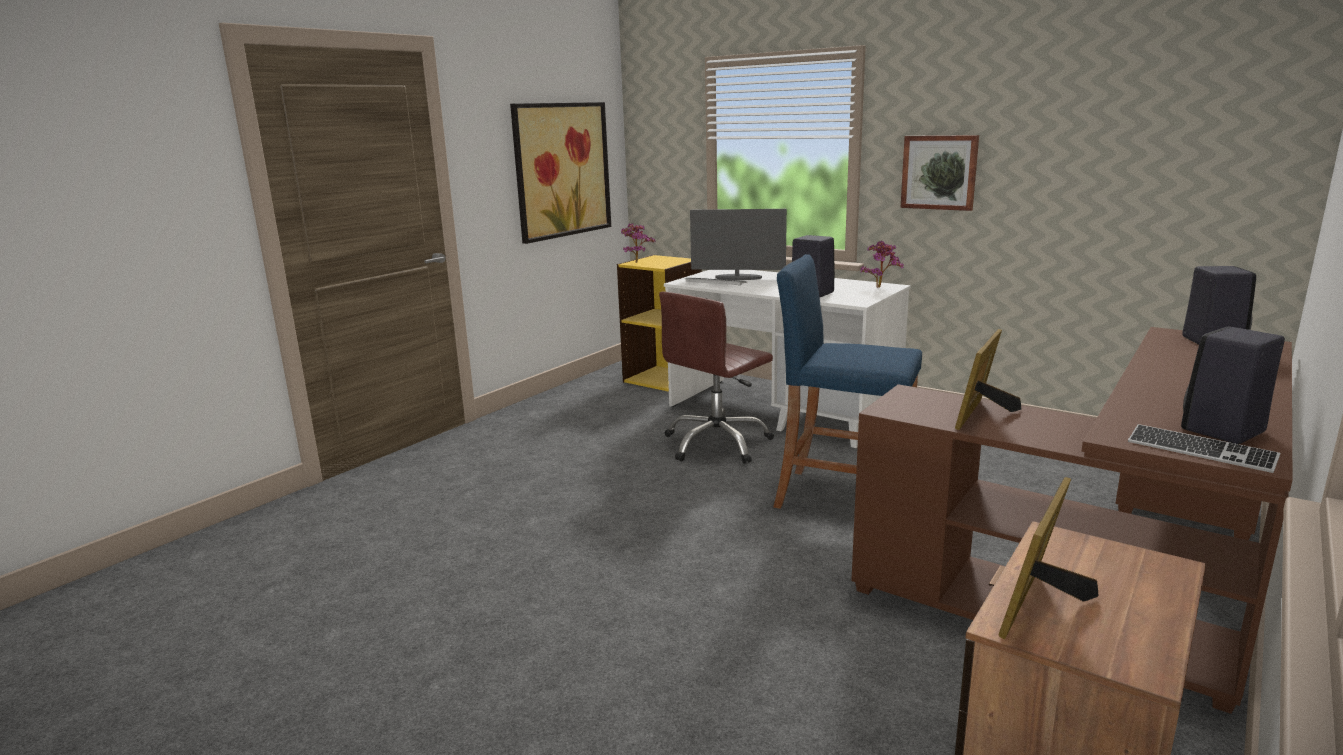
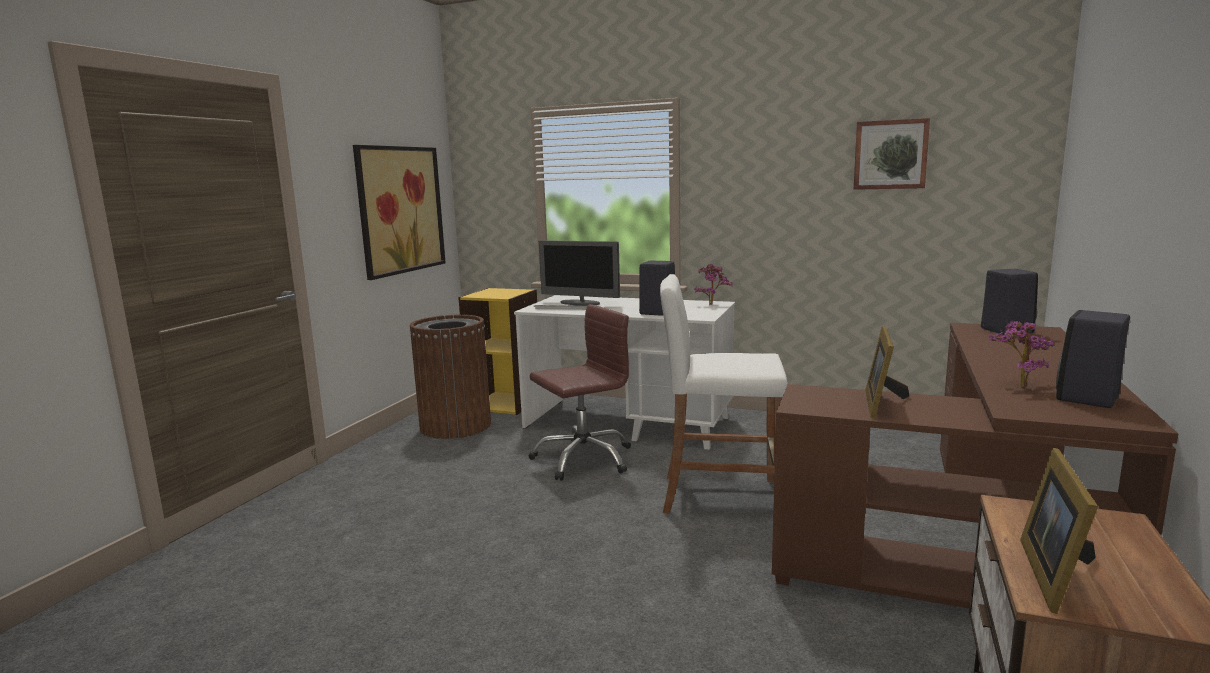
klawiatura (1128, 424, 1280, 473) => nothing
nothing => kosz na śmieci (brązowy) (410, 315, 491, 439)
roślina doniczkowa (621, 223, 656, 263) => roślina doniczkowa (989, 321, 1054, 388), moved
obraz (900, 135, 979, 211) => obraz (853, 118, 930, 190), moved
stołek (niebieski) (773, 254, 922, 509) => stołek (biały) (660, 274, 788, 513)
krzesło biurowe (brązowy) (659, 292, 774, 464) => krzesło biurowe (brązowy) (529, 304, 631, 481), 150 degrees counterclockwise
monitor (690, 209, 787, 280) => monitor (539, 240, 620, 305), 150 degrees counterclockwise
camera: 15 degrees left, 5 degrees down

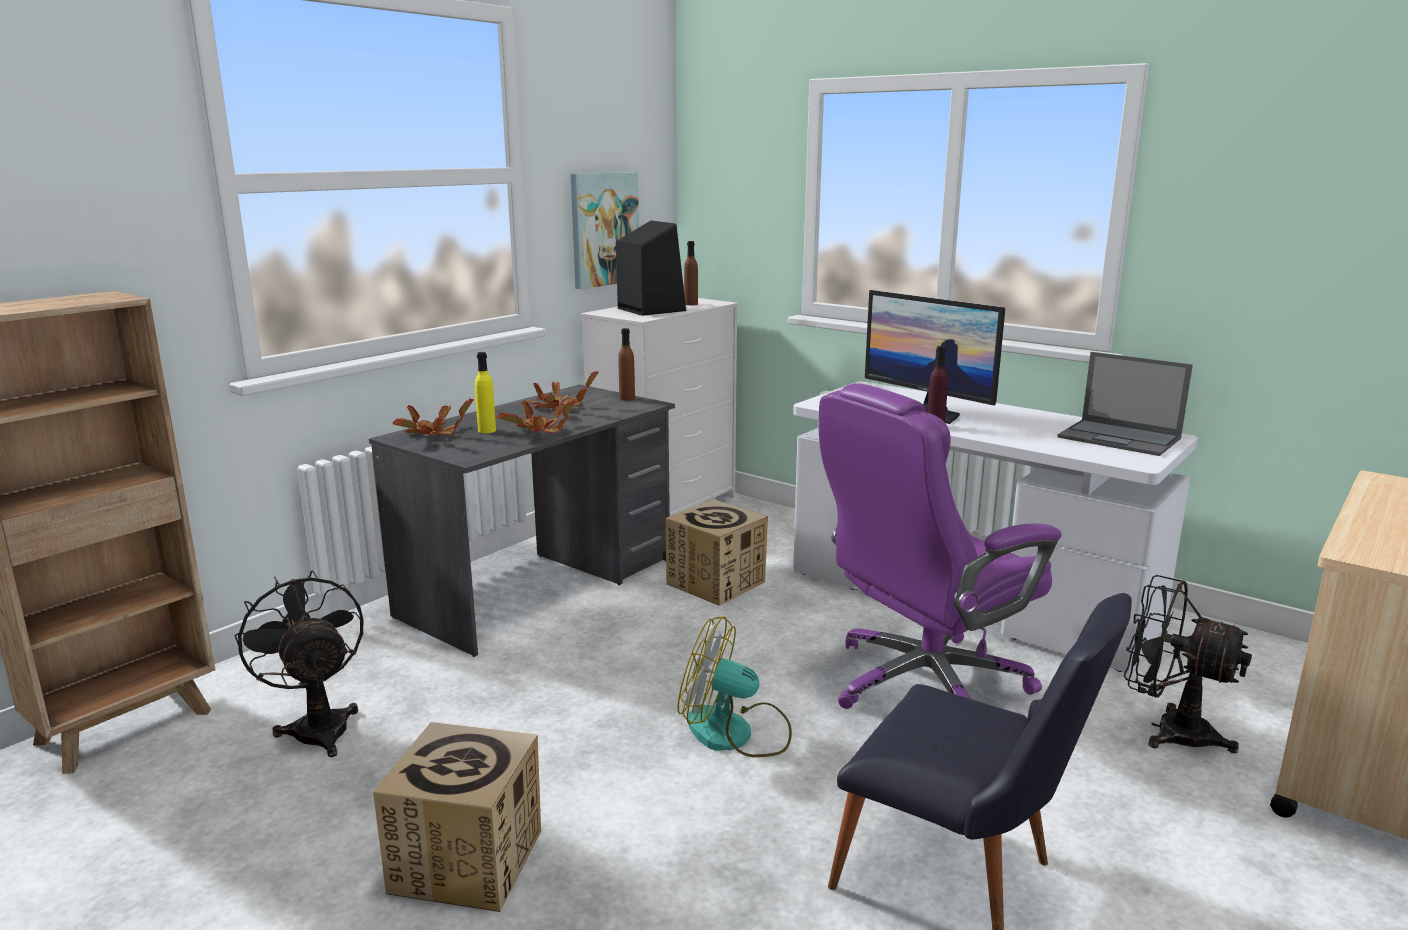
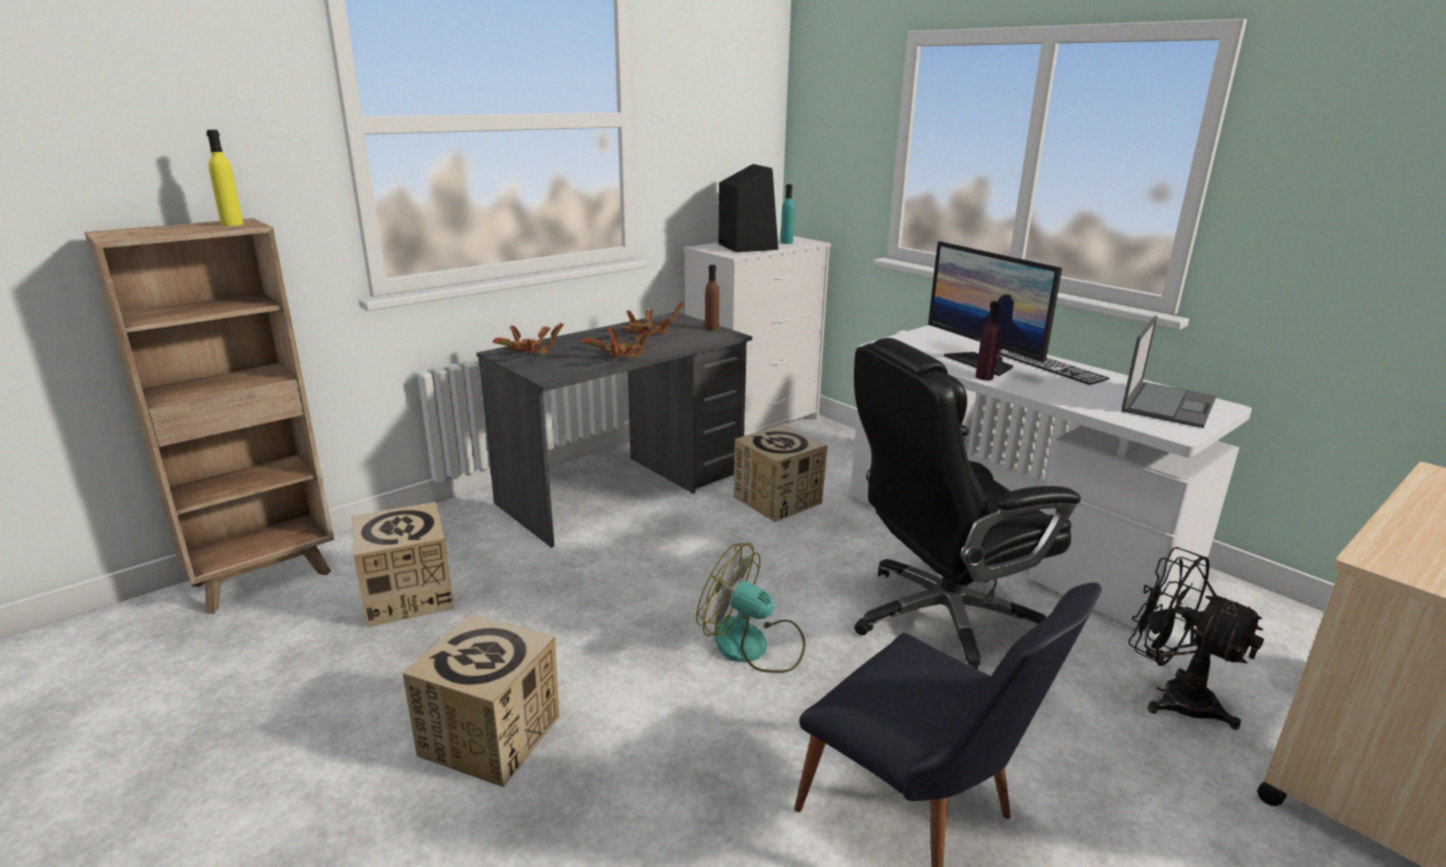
obraz (571, 172, 639, 289) => nothing
nothing => klawiatura (1000, 349, 1110, 385)
butelka (żółty) (475, 352, 496, 433) => butelka (żółty) (206, 130, 244, 226), moved
wentylator (czarny) (235, 570, 364, 757) => karton (352, 502, 454, 627)
butelka (brązowy) (684, 241, 698, 305) => butelka (turkusowy) (780, 184, 795, 244)
krzesło biurowe (fioletowy) (819, 383, 1062, 709) => krzesło biurowe (czarny) (854, 338, 1081, 670)
laptop (1057, 352, 1193, 456) => laptop (1121, 316, 1216, 428), 105 degrees counterclockwise
camera: 10 degrees right, 5 degrees up

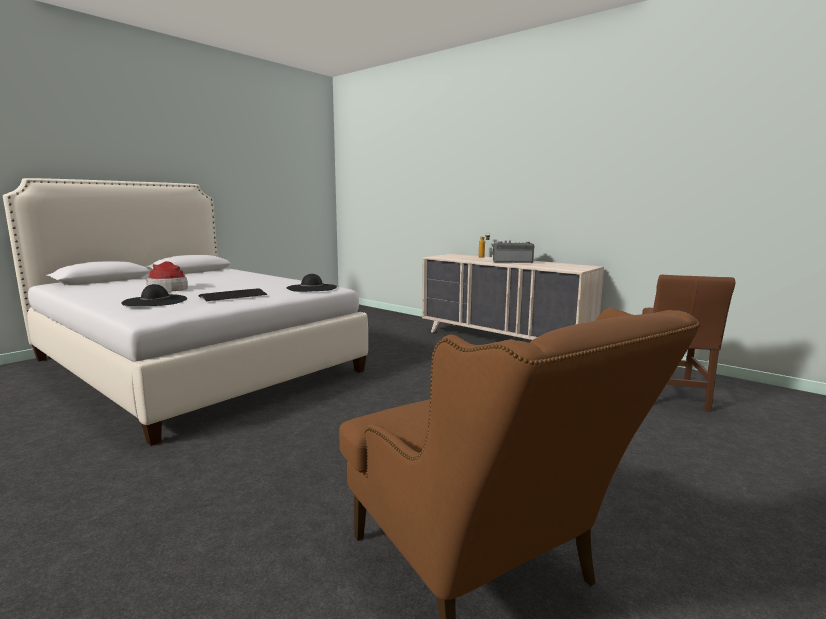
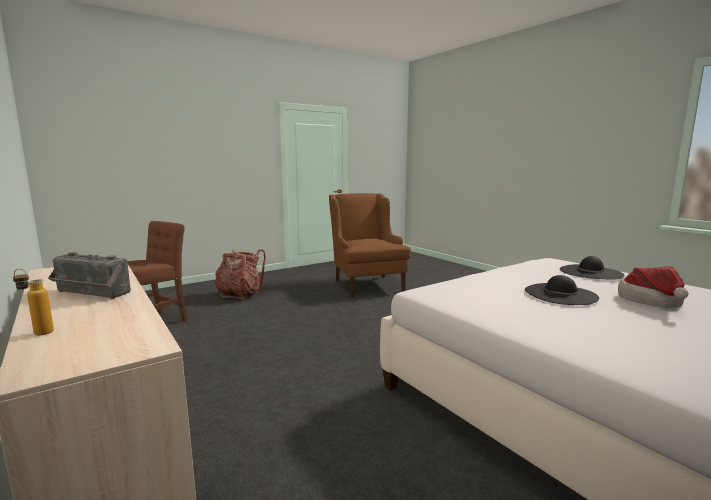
klawiatura (199, 288, 267, 301) => nothing
nothing => plecak (215, 249, 265, 299)
kapelusz (czarny) (287, 274, 337, 292) => kapelusz (czarny) (525, 275, 599, 305), moved
camera: 165 degrees left, 0 degrees up

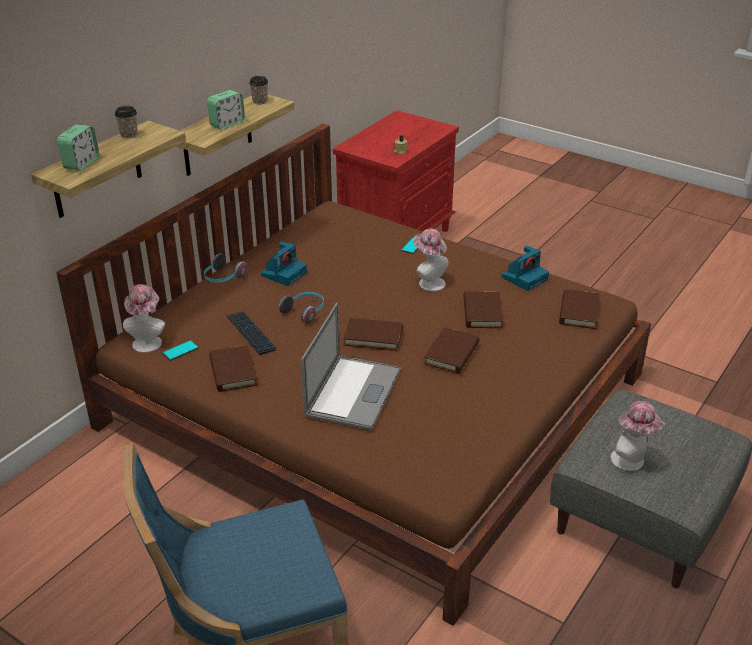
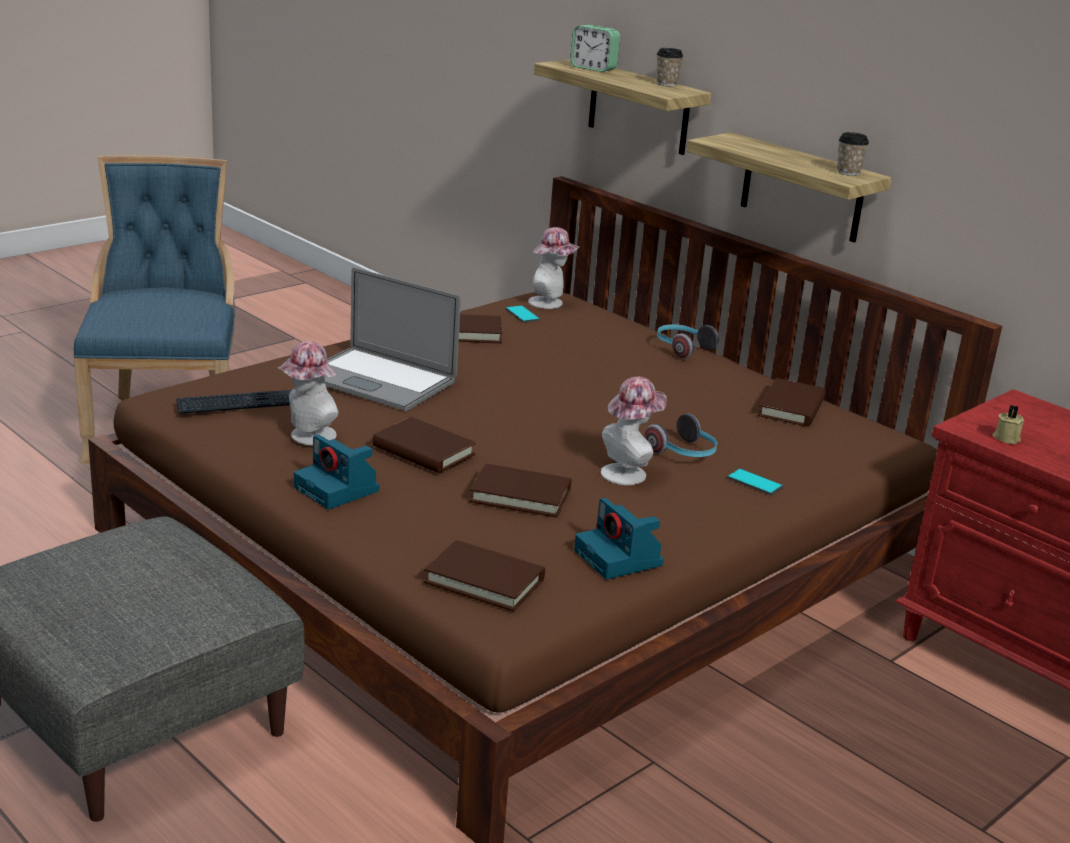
budzik (207, 90, 245, 130) => nothing
klawiatura (227, 311, 276, 355) => klawiatura (176, 390, 291, 414), moved
aparat fotograficzny (261, 242, 307, 286) => aparat fotograficzny (294, 434, 379, 509), moved
słuchawki (279, 292, 324, 324) => słuchawki (645, 413, 717, 457), moved
książka (brązowy) (343, 318, 403, 351) => książka (brązowy) (758, 378, 826, 427), moved
kapelusz (610, 401, 665, 471) => kapelusz (277, 341, 338, 445), moved
camera: 100 degrees right, 10 degrees down

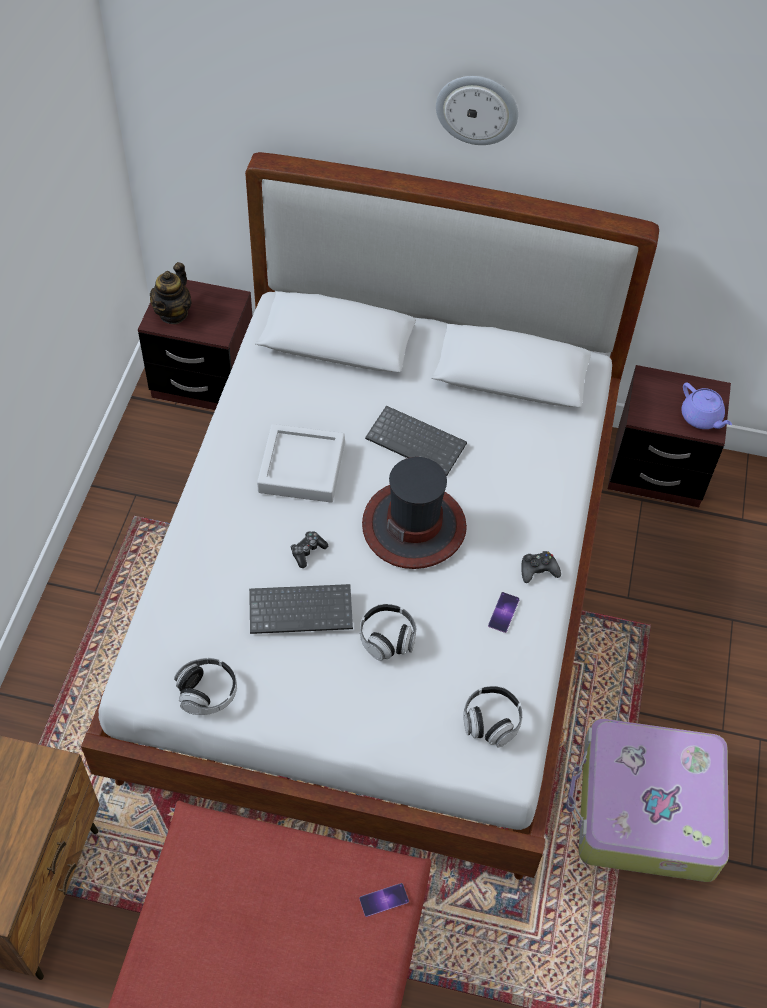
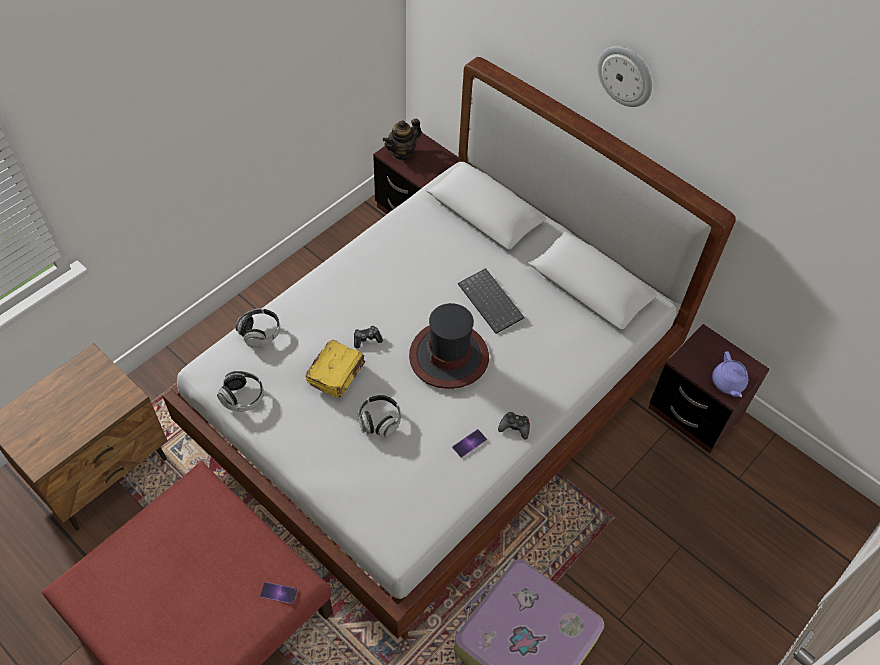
taca (szary) (257, 424, 345, 503) => nothing
słuchawki (463, 686, 523, 748) => słuchawki (235, 308, 280, 348), moved
klawiatura (249, 584, 353, 634) => książka (żółty) (305, 340, 365, 397)
camera: 30 degrees right, 0 degrees up

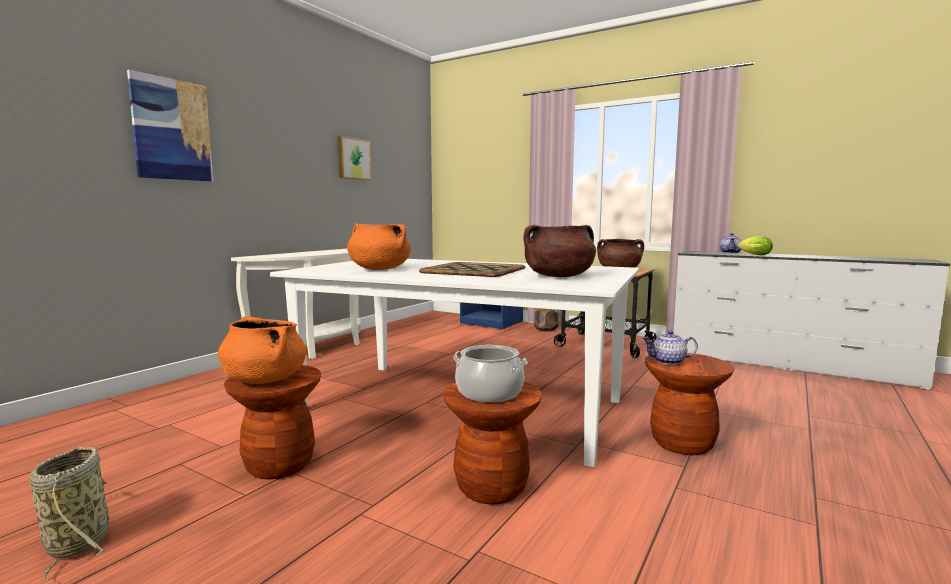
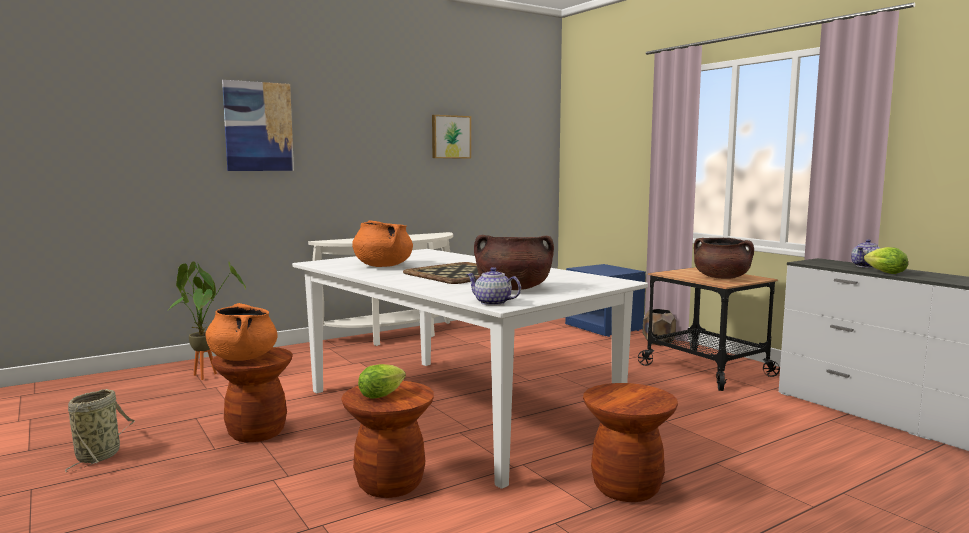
nothing => roślina doniczkowa (169, 261, 246, 380)
imbryk (643, 330, 698, 365) => imbryk (467, 267, 521, 306), moved
garnek (453, 345, 528, 402) => sałata (358, 364, 406, 399)
camera: 25 degrees right, 0 degrees up

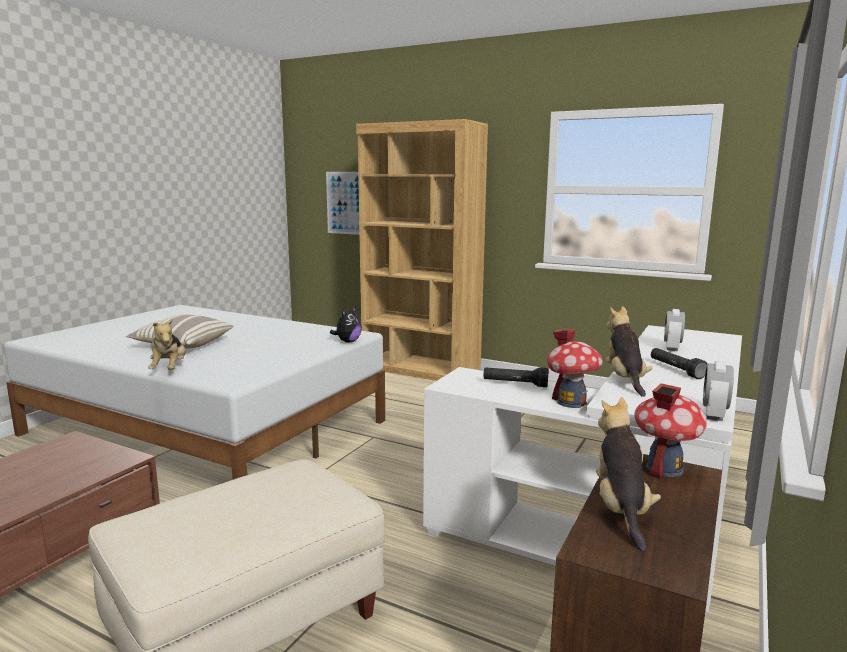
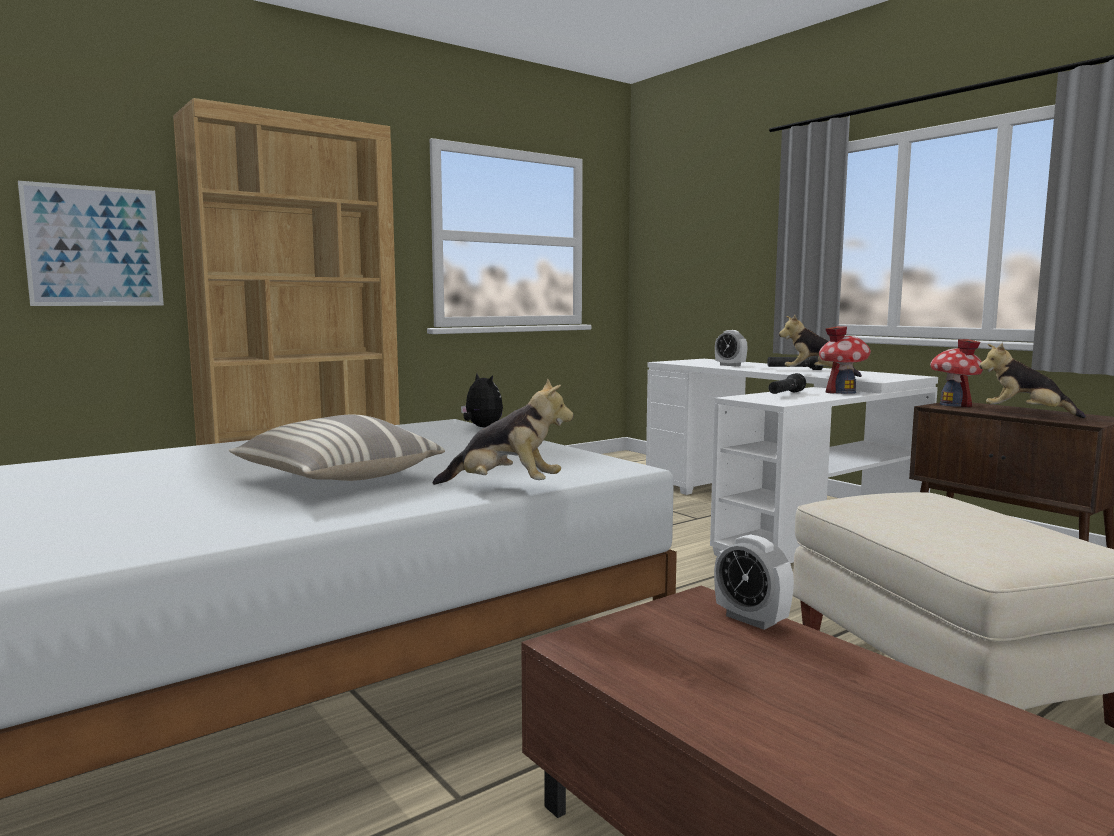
budzik (703, 361, 734, 421) => budzik (714, 535, 794, 630), moved
camera: 65 degrees left, 5 degrees down

